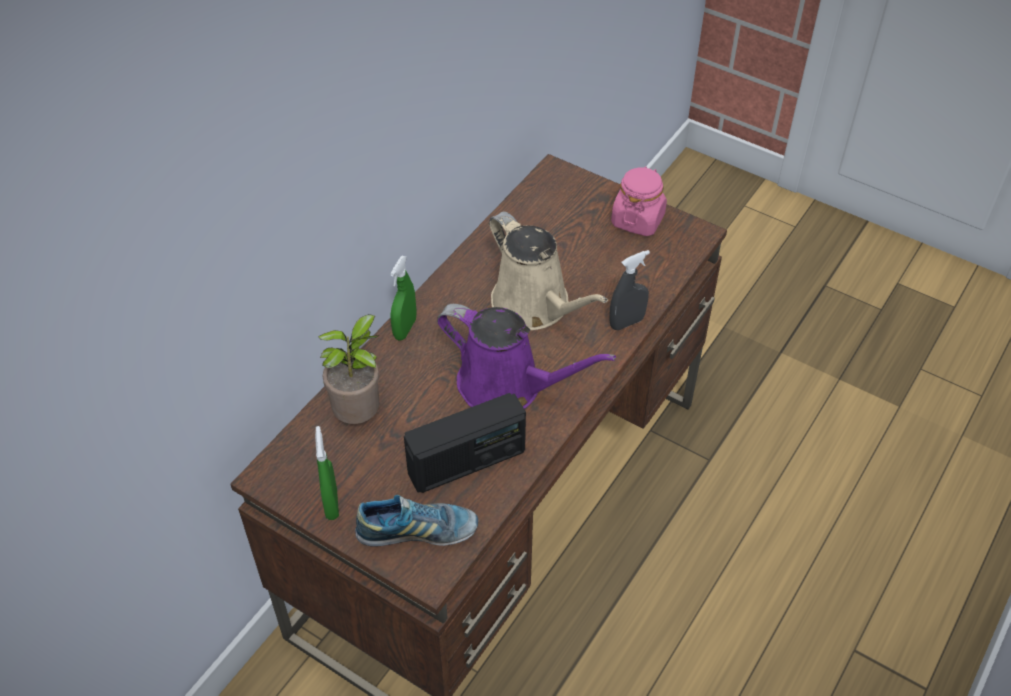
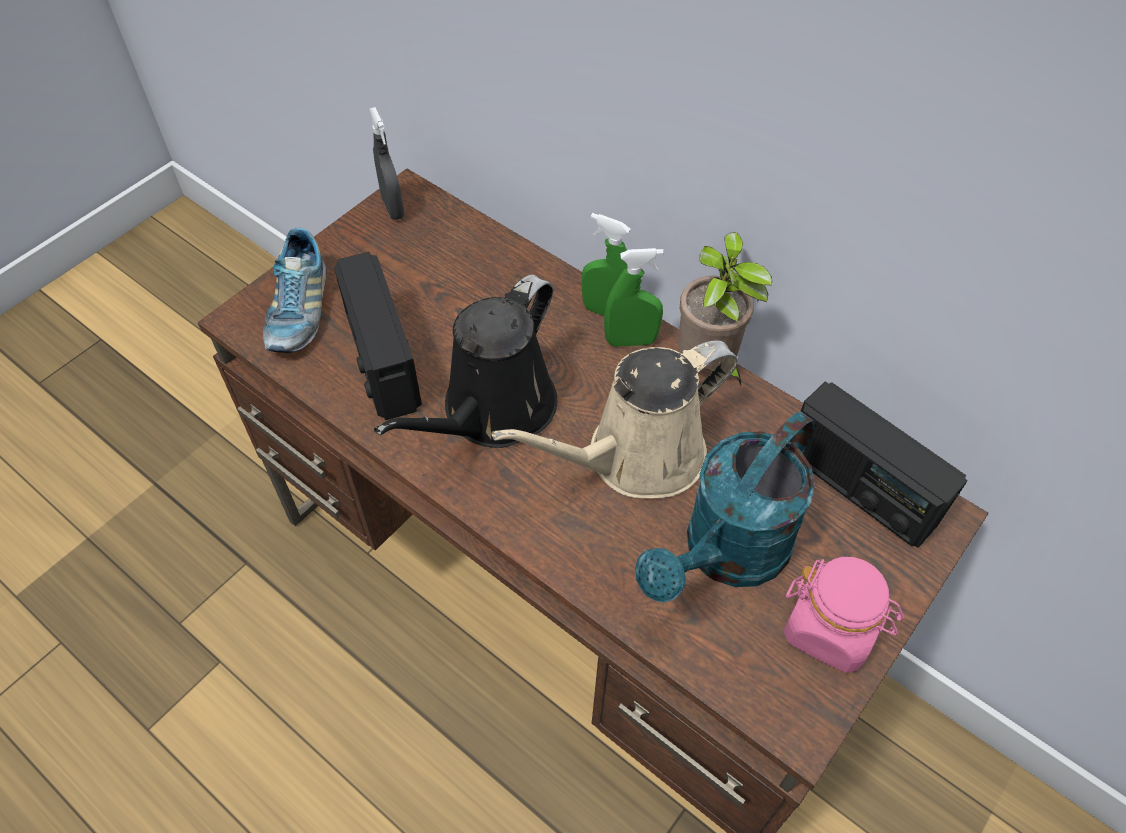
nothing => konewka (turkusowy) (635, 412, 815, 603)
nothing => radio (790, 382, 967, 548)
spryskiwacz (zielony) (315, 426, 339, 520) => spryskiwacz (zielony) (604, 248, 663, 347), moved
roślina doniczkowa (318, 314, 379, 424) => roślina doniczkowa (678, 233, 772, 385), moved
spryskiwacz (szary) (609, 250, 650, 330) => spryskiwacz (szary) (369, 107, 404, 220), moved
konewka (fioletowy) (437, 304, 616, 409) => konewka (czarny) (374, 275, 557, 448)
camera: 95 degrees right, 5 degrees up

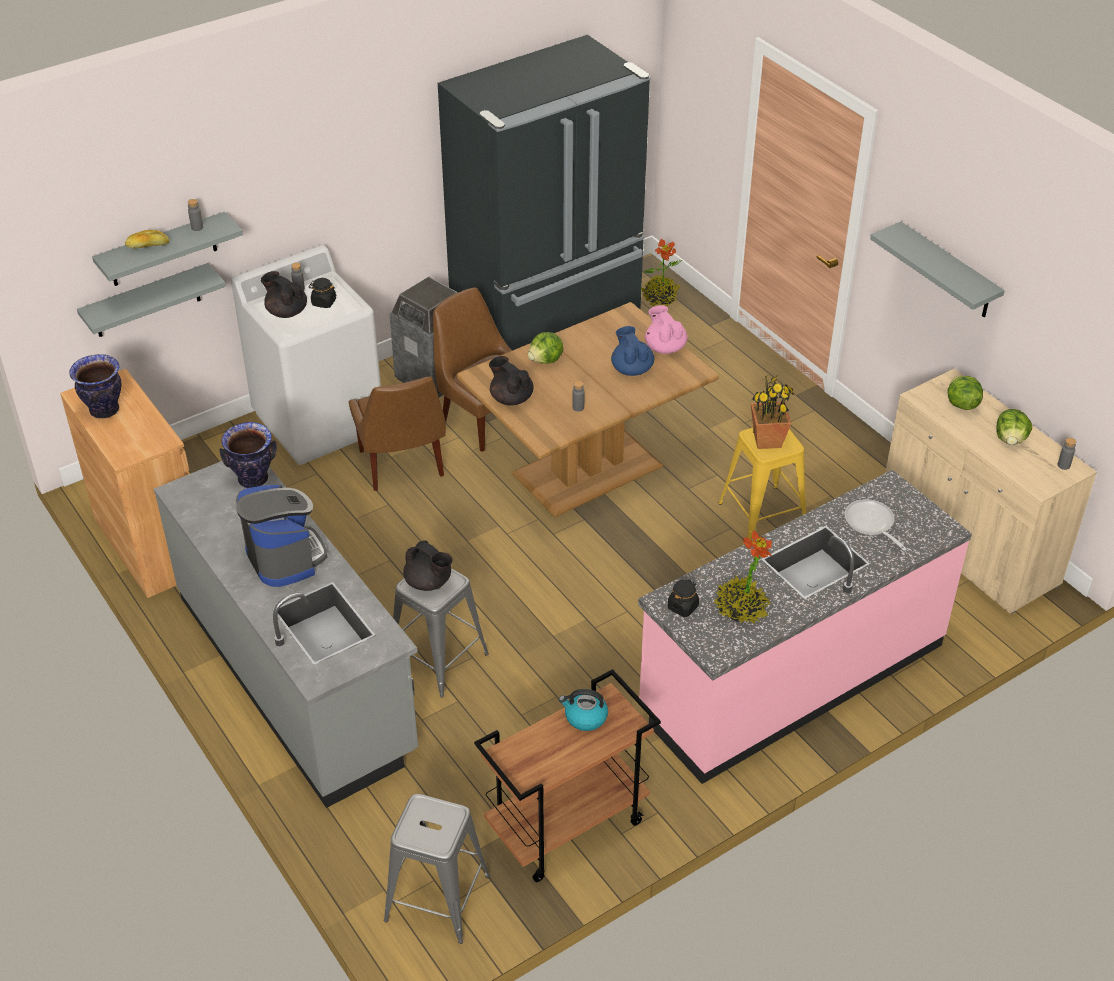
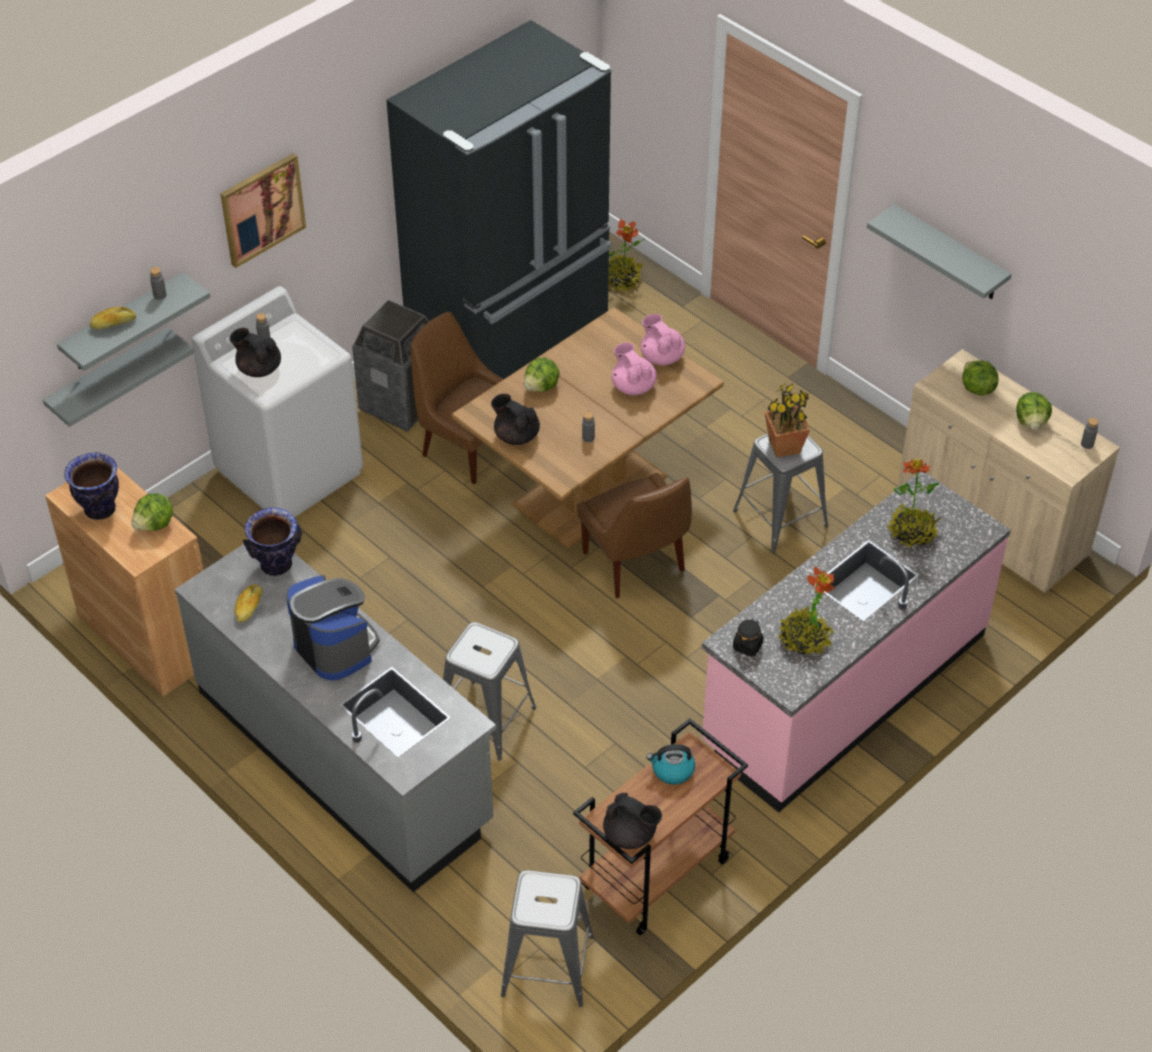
słoik (czarny) (309, 278, 337, 308) => nothing
nothing => sałata (131, 493, 173, 531)
nothing => obraz (220, 153, 306, 268)
nothing => chleb (234, 584, 262, 622)
krzesło (brązowy) (349, 376, 446, 491) => krzesło (brązowy) (577, 473, 692, 598), moved
imbryk (czarny) (403, 541, 453, 591) => imbryk (czarny) (603, 793, 662, 849), moved
patelnia (844, 499, 907, 551) => roślina doniczkowa (887, 458, 941, 548)
imbryk (niebieski) (611, 326, 654, 376) => imbryk (różowy) (612, 342, 657, 395)
stołek (żółty) (719, 428, 806, 541) => stołek (szary) (733, 433, 828, 553)
camera: 10 degrees left, 5 degrees up

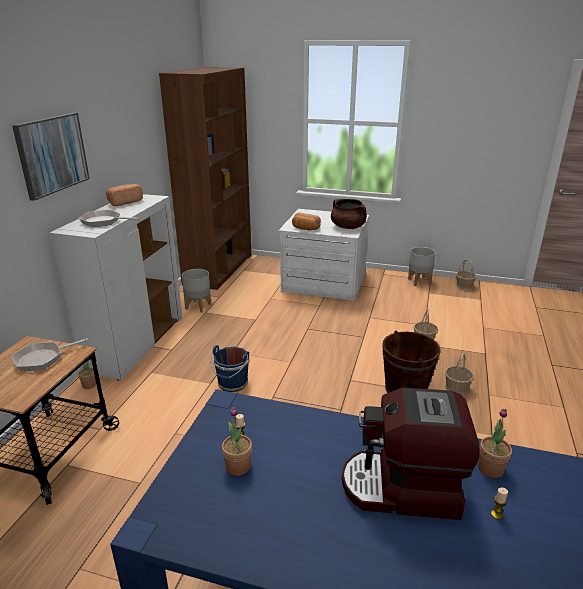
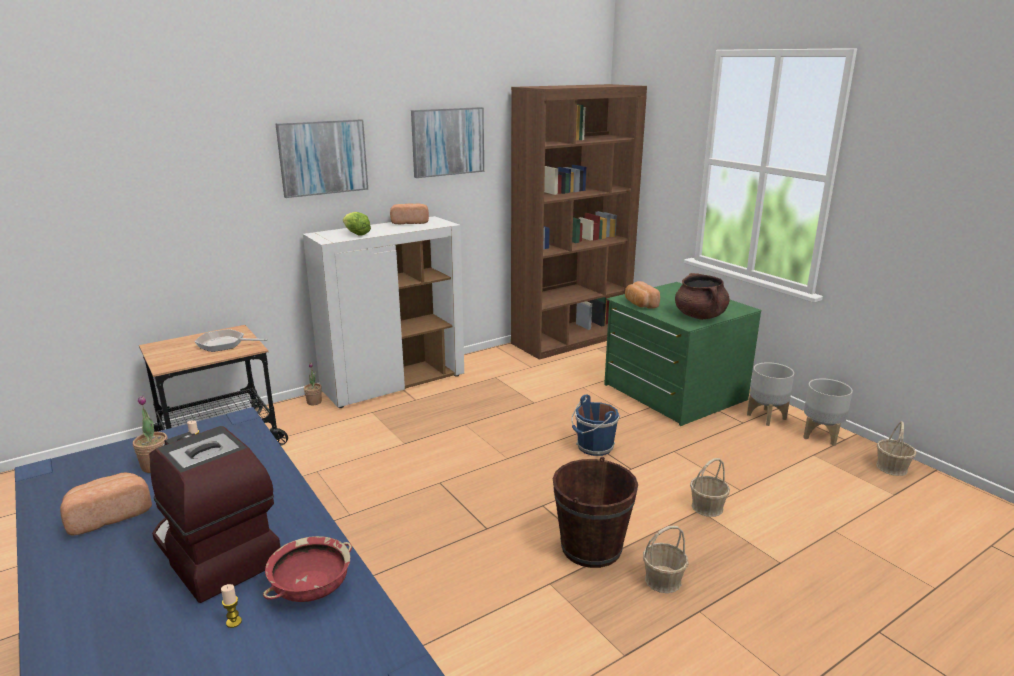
nothing => chleb (60, 473, 152, 535)
nothing => obraz (411, 107, 484, 178)
donica (szary) (182, 269, 211, 313) => donica (szary) (747, 362, 794, 426), moved
wiadro (niebieski) (211, 345, 250, 392) => wiadro (niebieski) (572, 395, 620, 456), moved
patelnia (79, 210, 140, 227) => sałata (343, 212, 371, 236)
roślina doniczkowa (478, 409, 512, 478) => miska (czerwony) (263, 536, 352, 602)
komoda (biały) (279, 209, 369, 302) => komoda (zielony) (604, 282, 762, 426)
camera: 40 degrees right, 5 degrees down

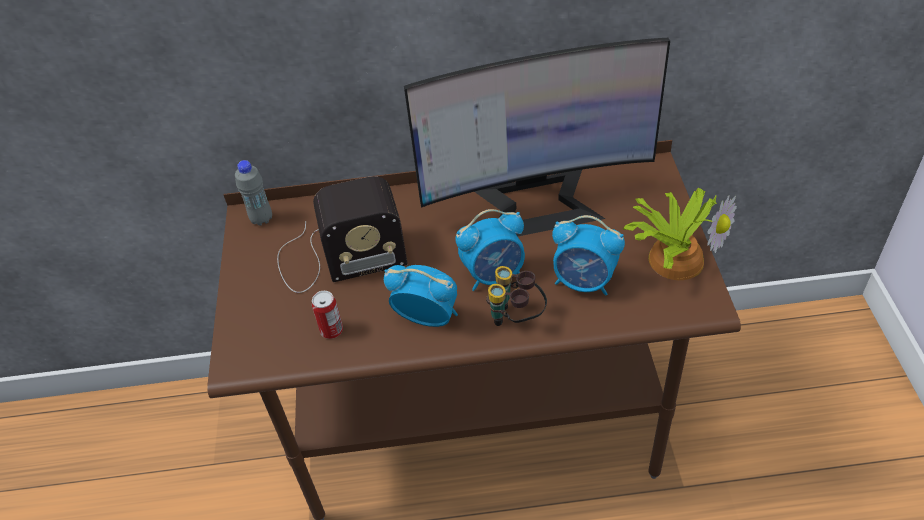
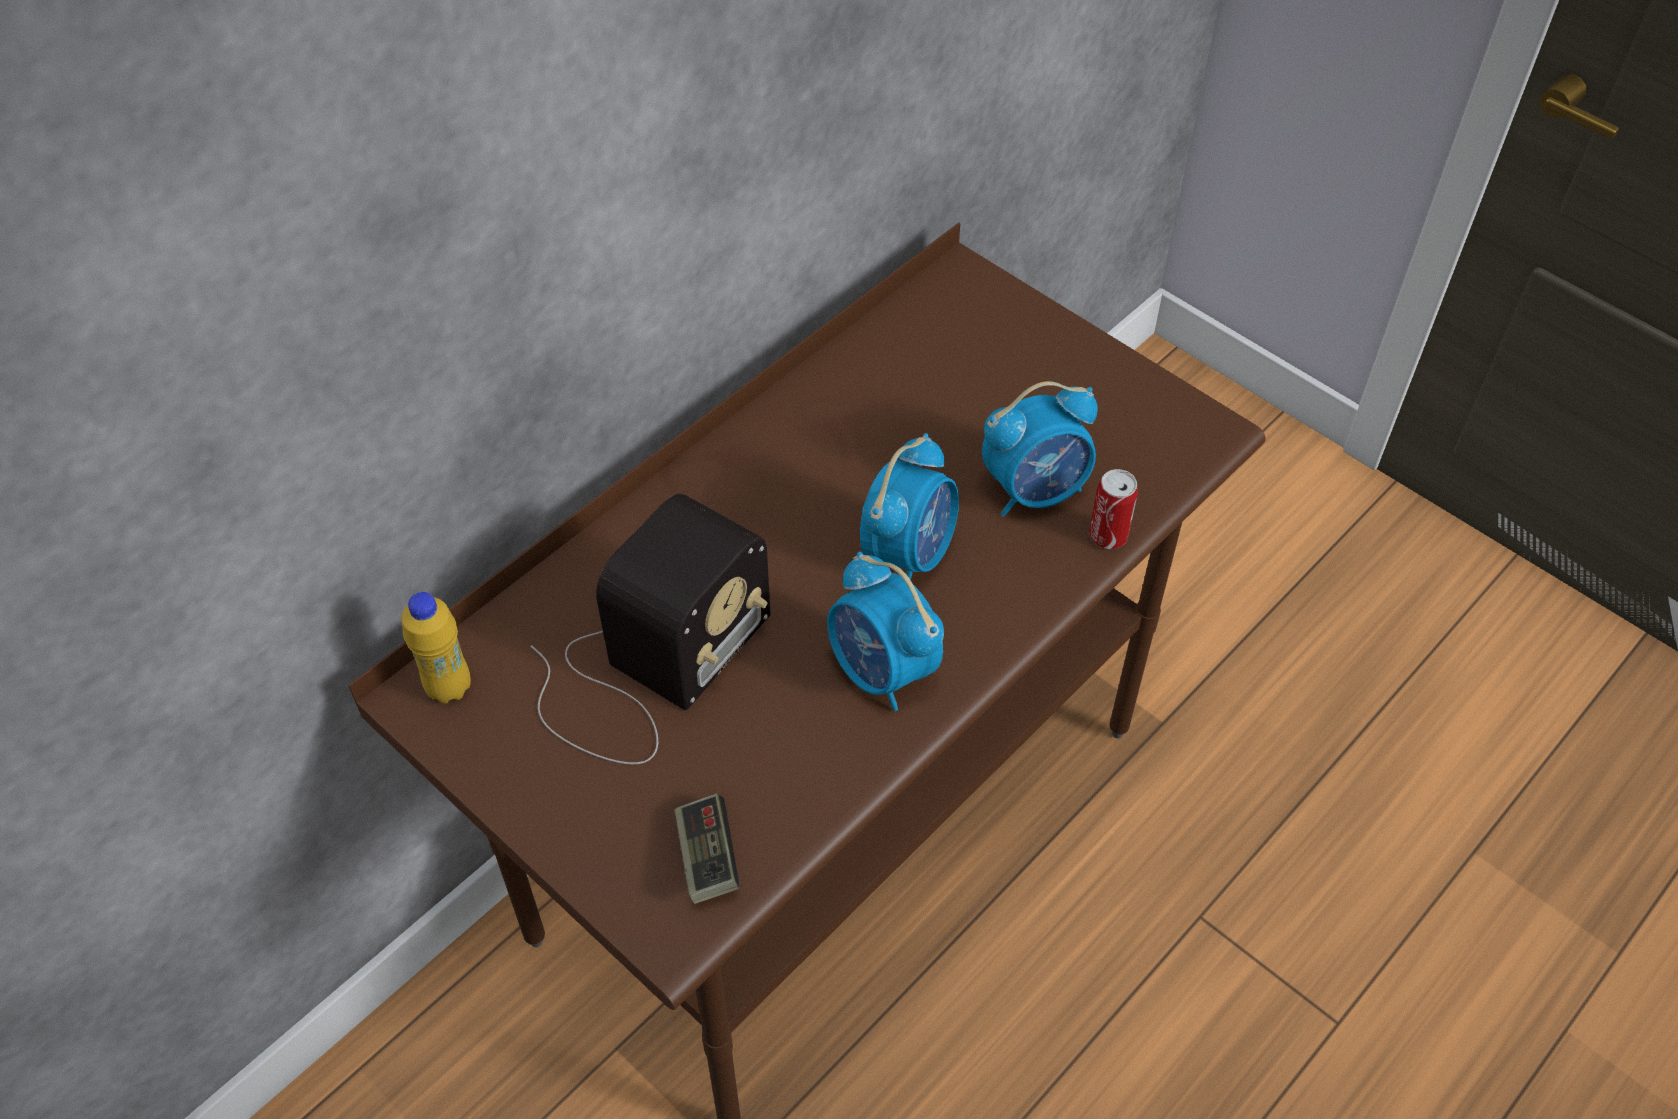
monitor (404, 38, 670, 237) => nothing
lornetka (486, 266, 547, 326) => nothing
roślina doniczkowa (623, 188, 737, 280) => nothing
nothing => pad do gier (674, 794, 740, 904)
puszka (312, 291, 343, 339) => puszka (1089, 469, 1138, 549), moved
butelka (szary) (235, 160, 272, 226) => butelka (żółty) (401, 592, 471, 704)
budzik (384, 265, 458, 327) => budzik (827, 552, 944, 711), 105 degrees counterclockwise
camera: 45 degrees left, 5 degrees up

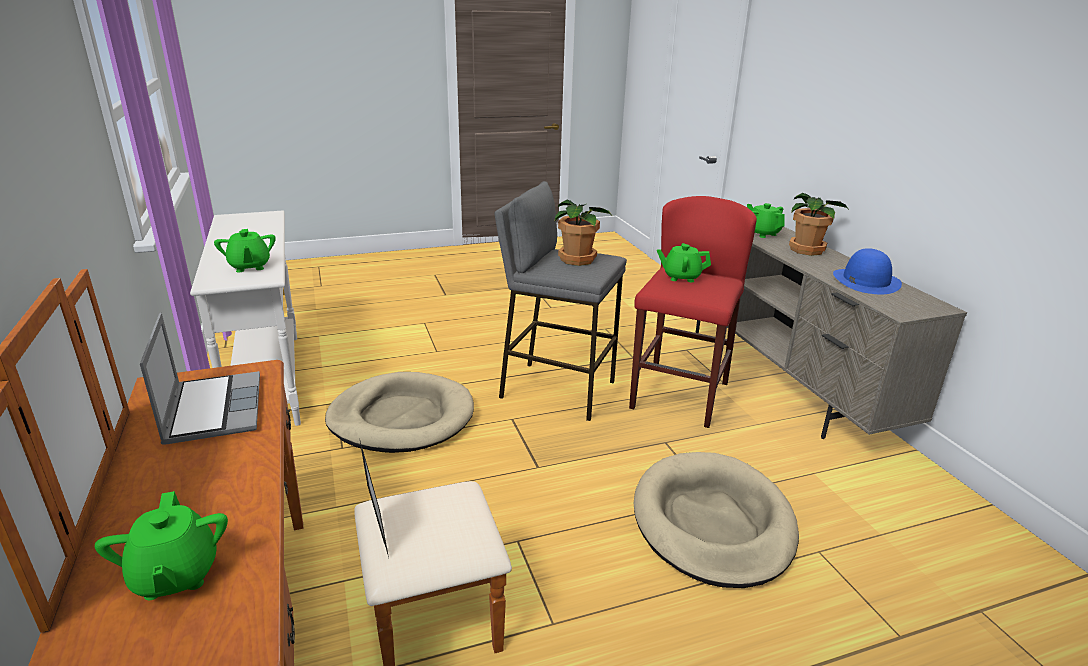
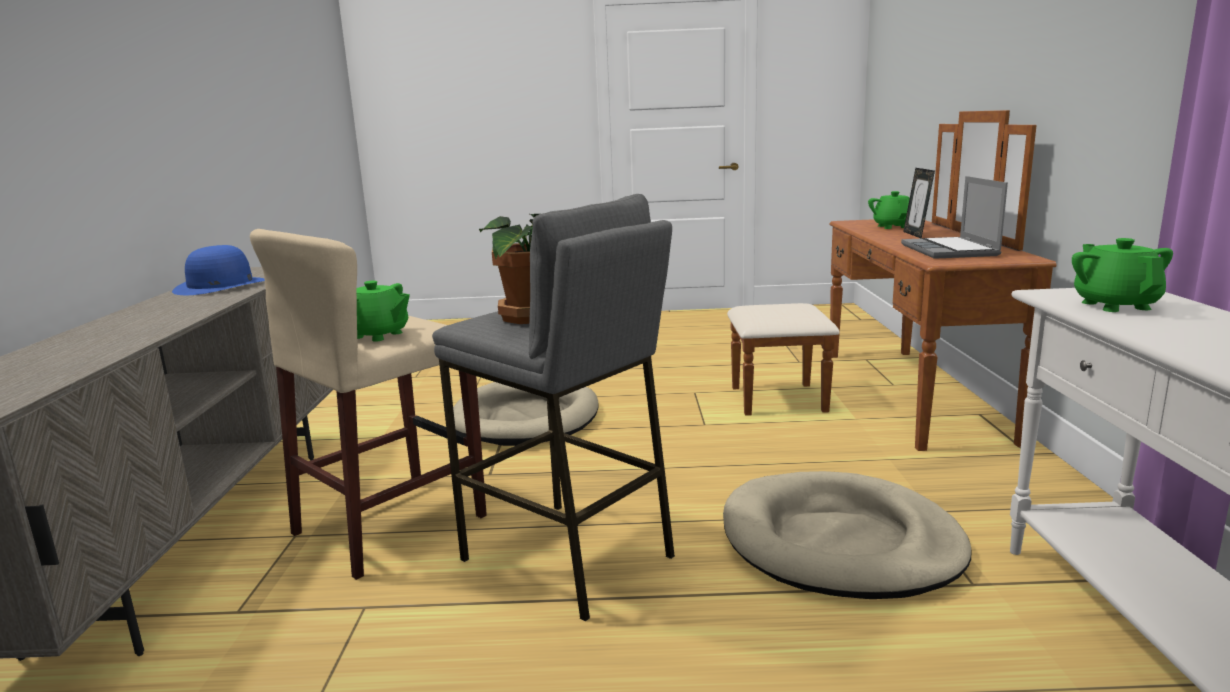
imbryk (zielony) (747, 203, 785, 238) => nothing
roślina doniczkowa (789, 193, 848, 256) => nothing
ramka na zdjęcie (359, 438, 389, 558) => ramka na zdjęcie (903, 168, 935, 239), moved
stołek (czerwony) (629, 196, 757, 428) => stołek (beżowy) (250, 229, 487, 580)
camera: 160 degrees left, 10 degrees down

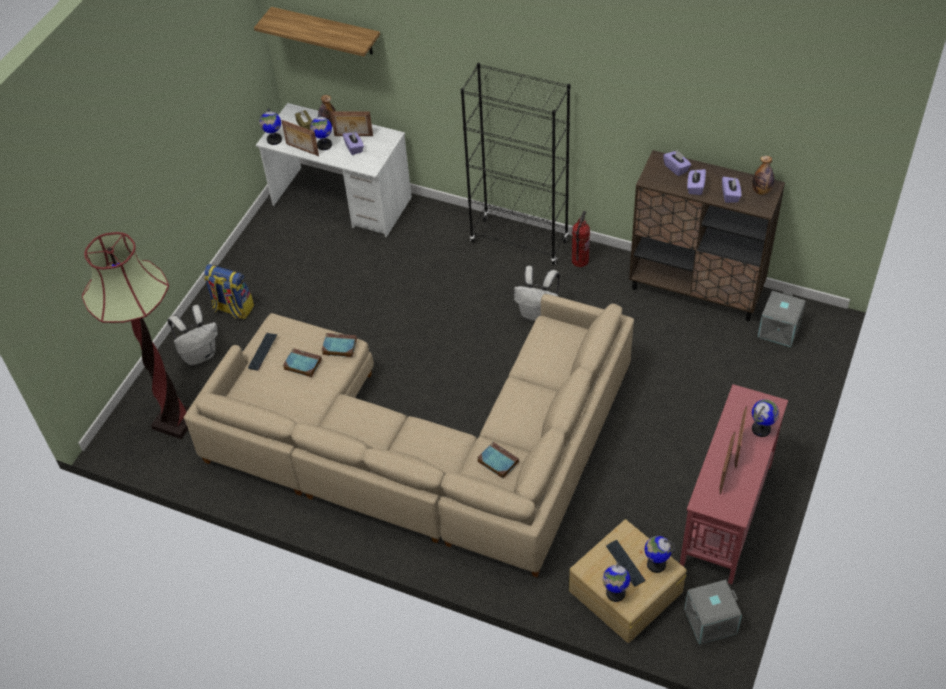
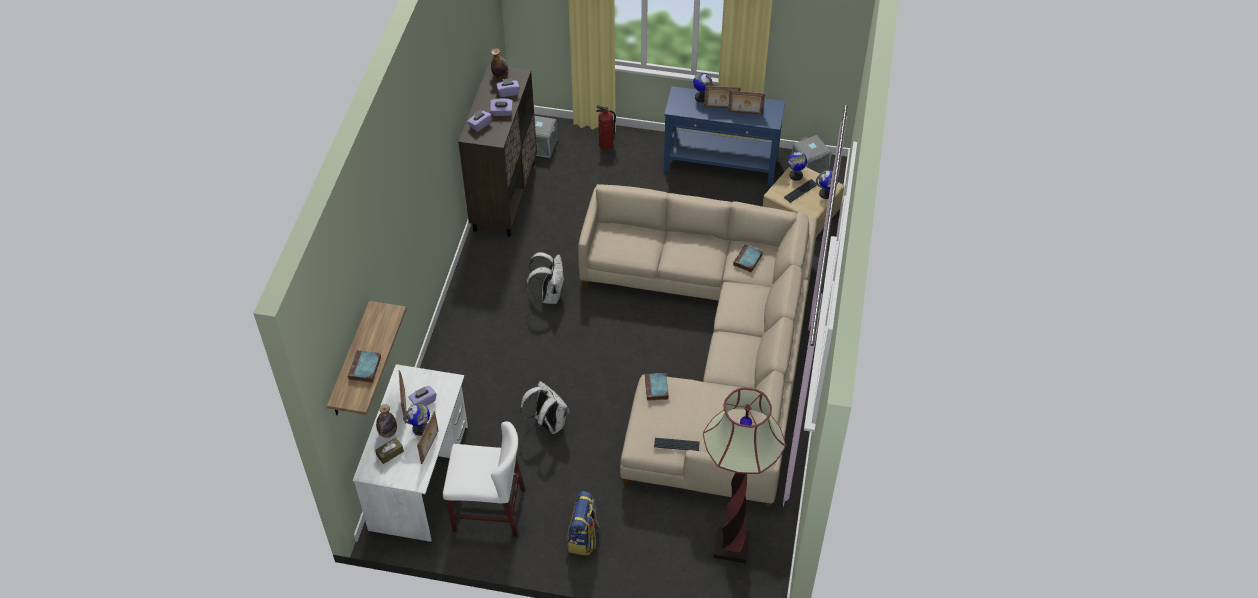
globus (259, 108, 282, 145) => nothing
regał (czarny) (461, 63, 570, 265) => nothing
nothing => krzesło (biały) (443, 421, 525, 537)
plecak (biały) (167, 305, 218, 365) => plecak (biały) (520, 381, 570, 434), moved
książka (283, 348, 322, 377) => książka (348, 350, 381, 383), moved
gaśnica (572, 211, 590, 267) => gaśnica (596, 105, 616, 150), moved
stolik konsolowy (czerwony) (680, 384, 788, 584) => stolik konsolowy (niebieski) (664, 86, 785, 186)
camera: 105 degrees left, 0 degrees up

